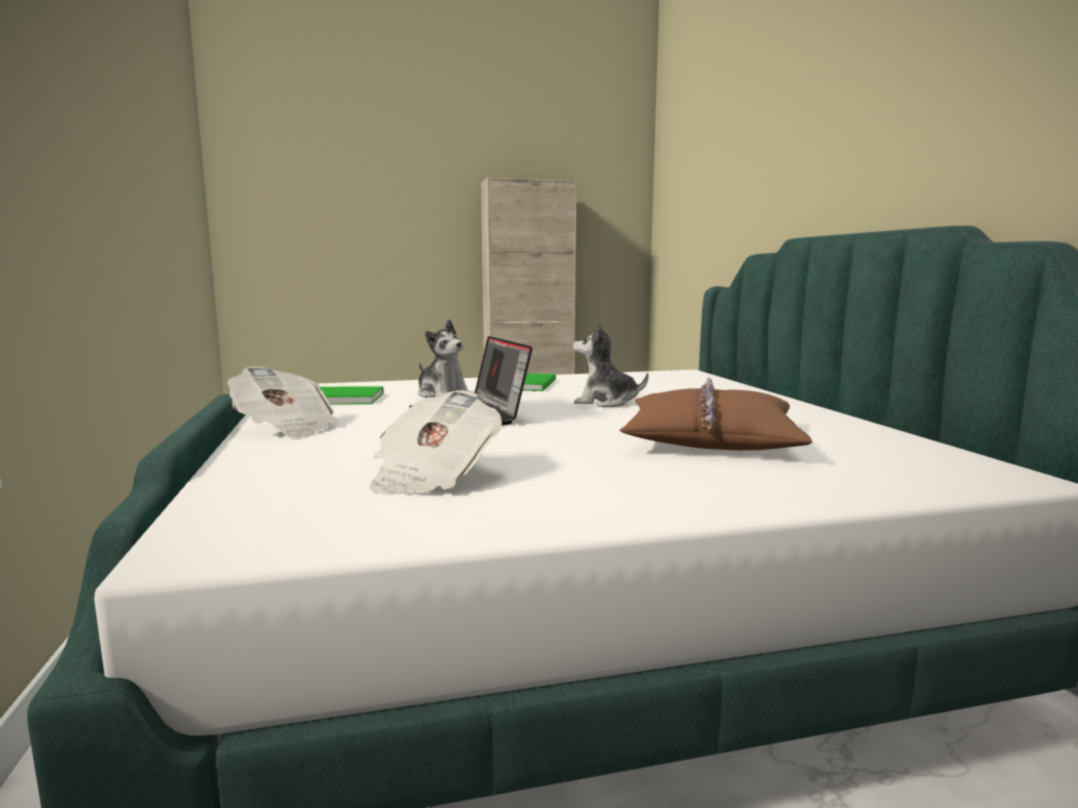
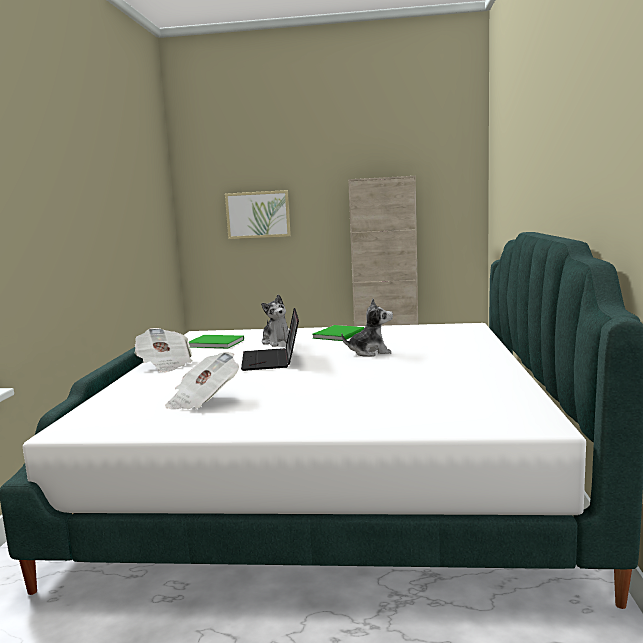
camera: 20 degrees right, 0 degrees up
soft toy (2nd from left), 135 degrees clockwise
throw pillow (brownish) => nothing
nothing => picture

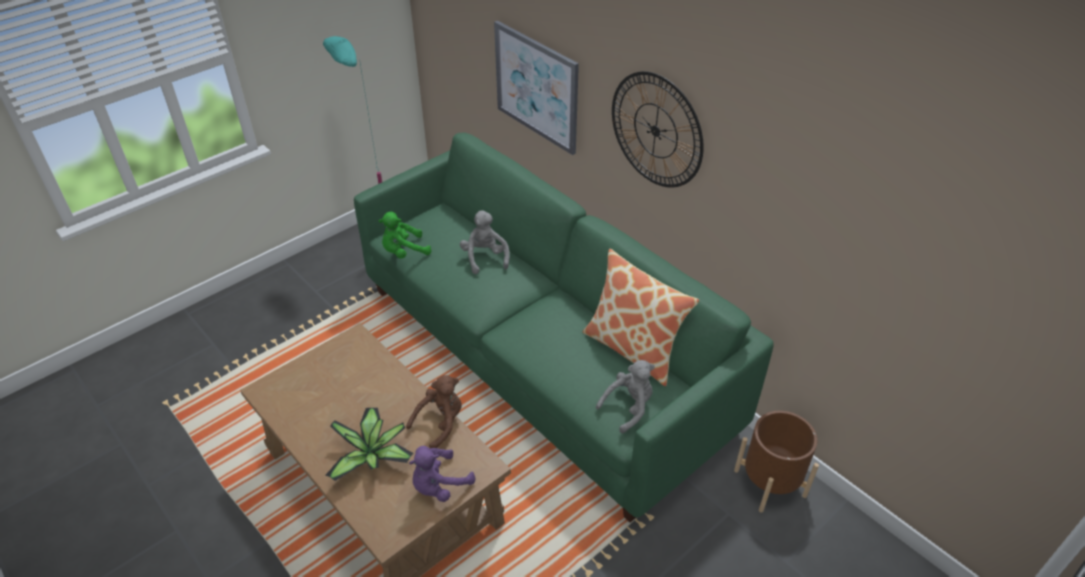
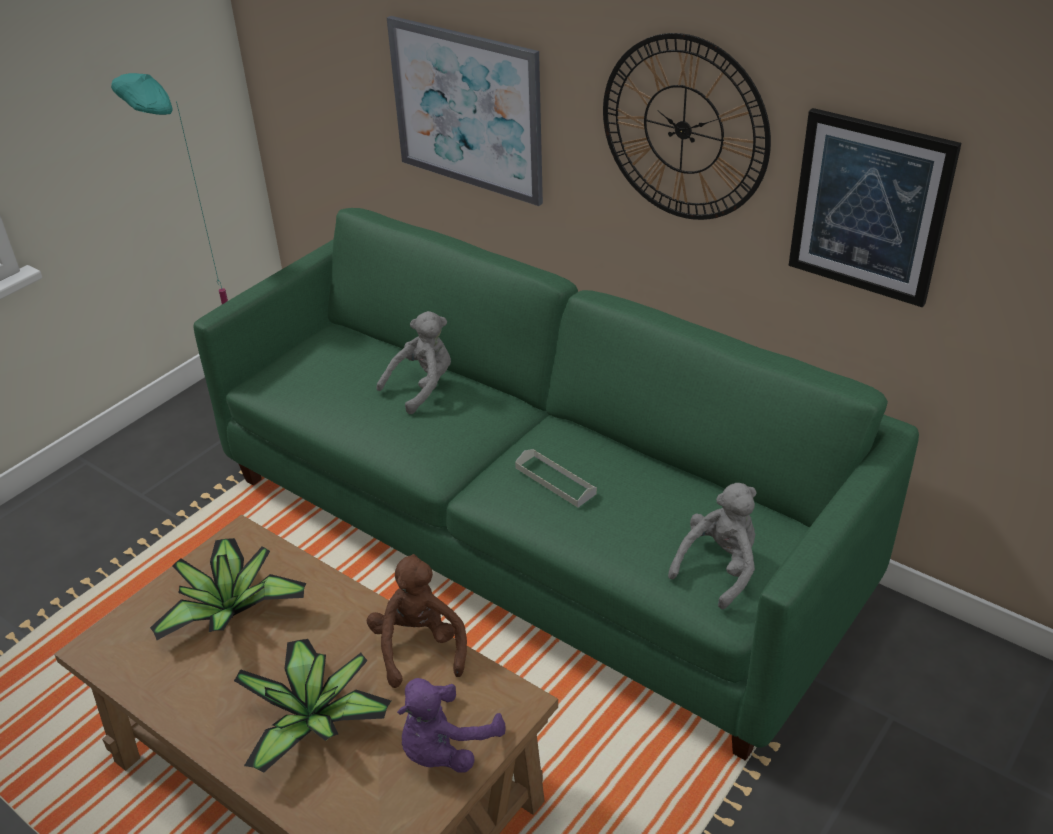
camera: 10 degrees left, 5 degrees down
soft toy (green-coloured) => nothing
soft toy (brownish), 45 degrees counterclockwise
soft toy (gray) (1st from left), 75 degrees clockwise
throw pillow => nothing
planter (brownish) => nothing
nothing => plant in a pot (1st from left)
nothing => tray (gray)
nothing => picture (2nd from left)

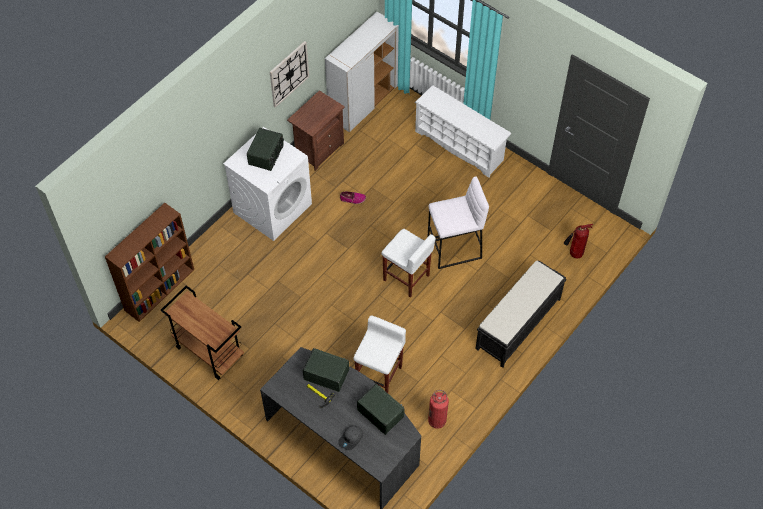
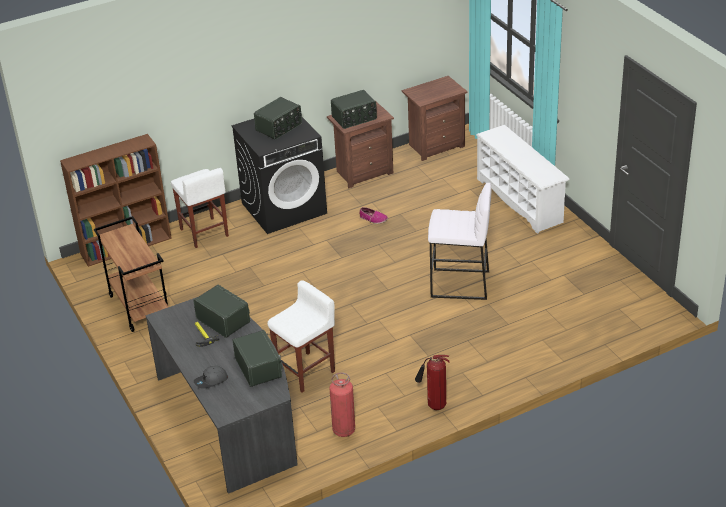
camera: 25 degrees right, 20 degrees down
laundry appliance (white-coloured) => laundry appliance (blackish)
wall clock => nothing
cupboard (white-coloured) => nightstand (brownish) (2nd from left)
stool seat (white-coloured) (2nd from left in the first image) => stool seat (white-coloured) (1st from left), move
long seat (blackish) => nothing
fire extinguisher (2nd from left), move
nothing => radio (4th from left)

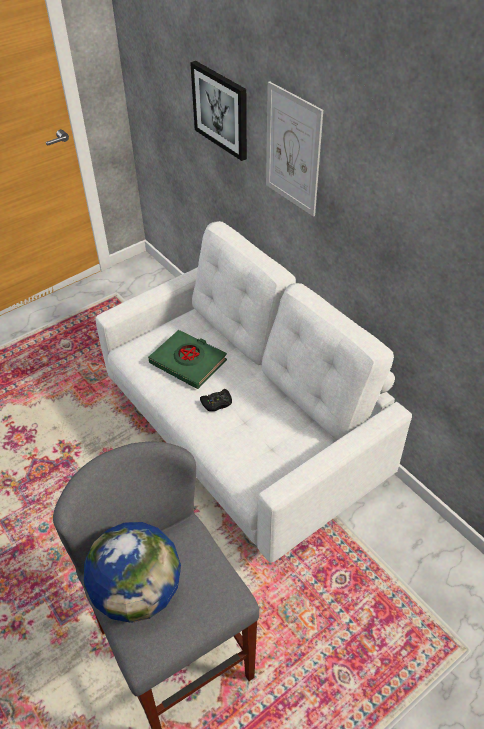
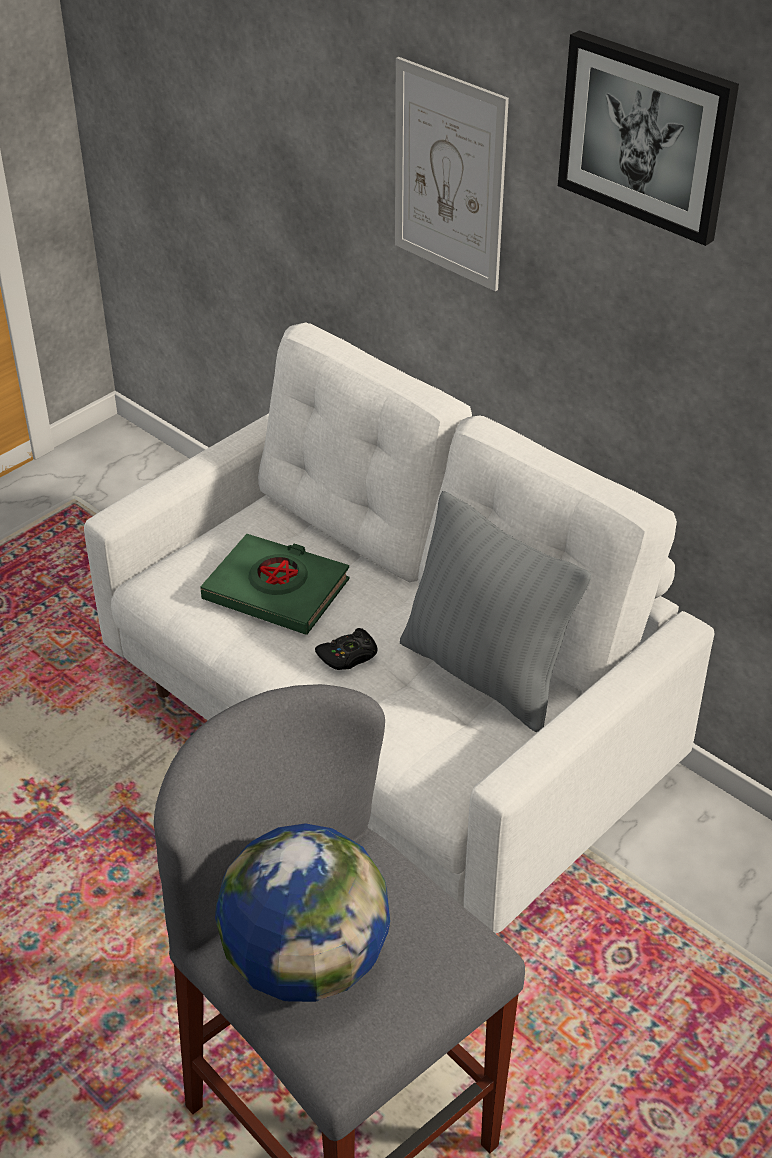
camera: 10 degrees left, 5 degrees down
picture (1st from left in the first image) => picture (2nd from left), move
nothing => throw pillow (gray)

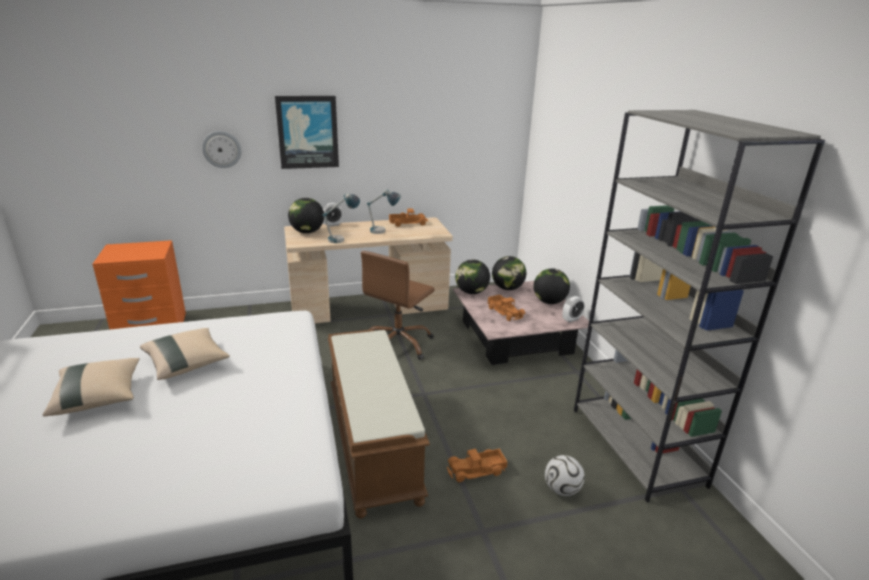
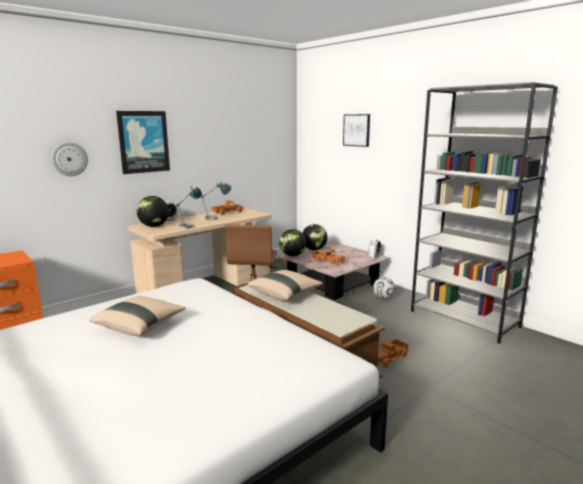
camera: 25 degrees left, 10 degrees down
throw pillow (beige) (1st from left in the first image) => throw pillow (beige) (2nd from left), move
desk globe (4th from left) => nothing
ball for football, move
nothing => picture (2nd from left)

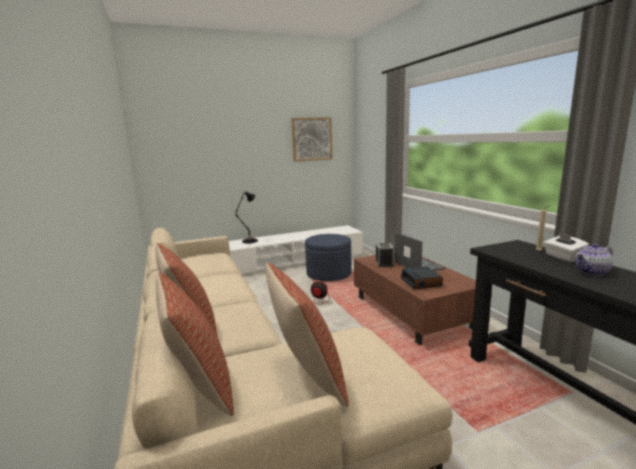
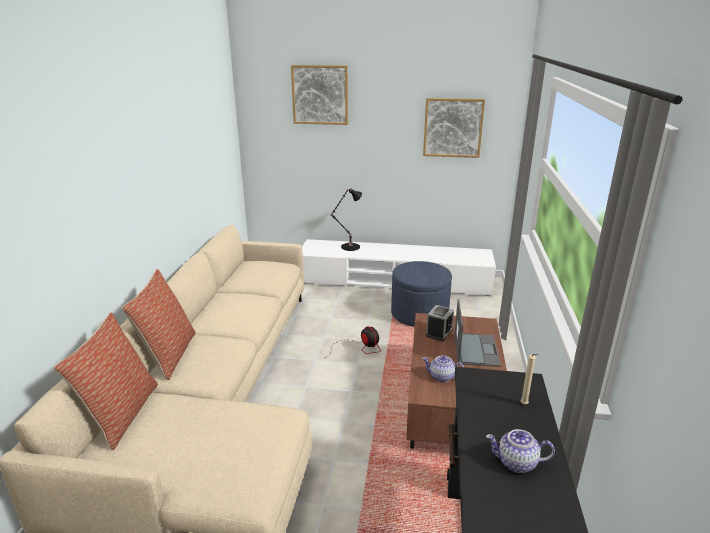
camera: 30 degrees right, 10 degrees up
throw pillow (3rd from left) => nothing
table clock (2nd from left) => pot for tea (1st from left)
box of tissues (white-coloured) => nothing
nothing => picture (1st from left)

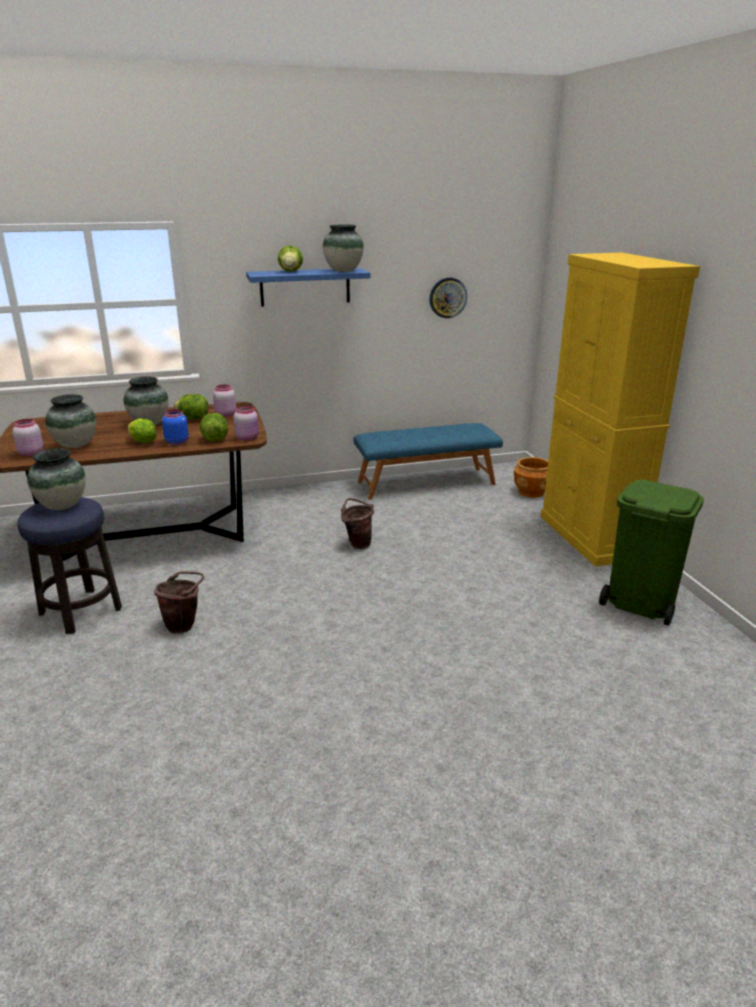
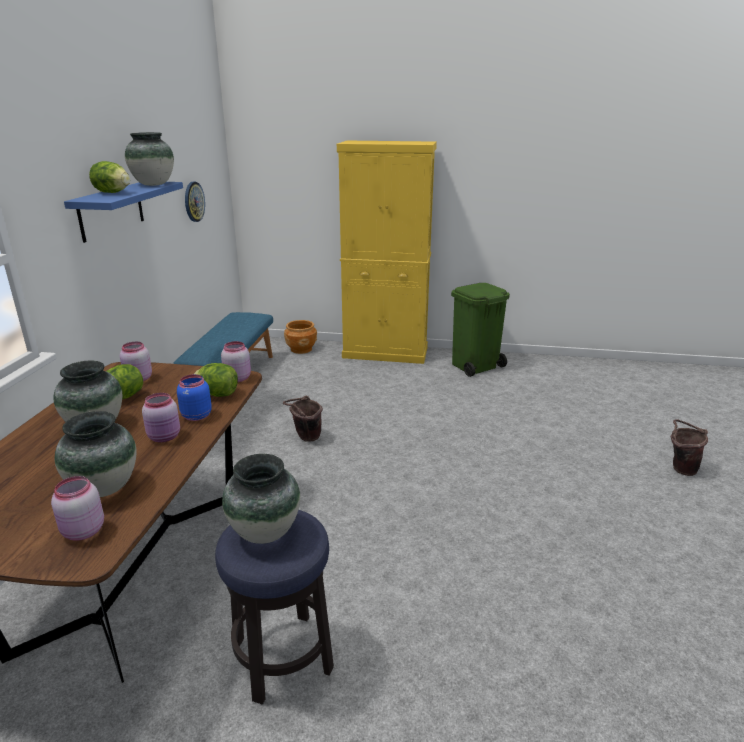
camera: 65 degrees left, 0 degrees up
lettuce head (1st from left) => jar (pink) (3rd from left)
bucket (brownish) (1st from left in the first image) => bucket (brownish) (2nd from left), move

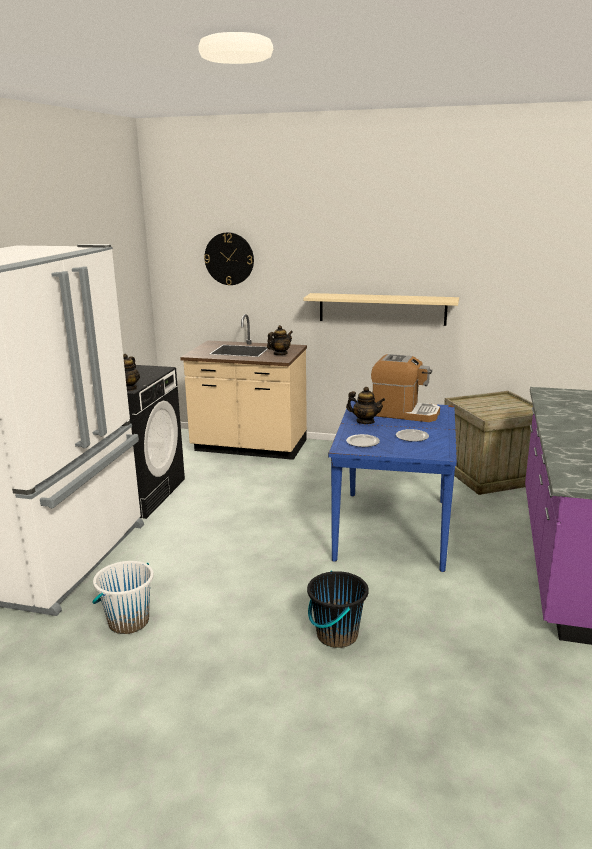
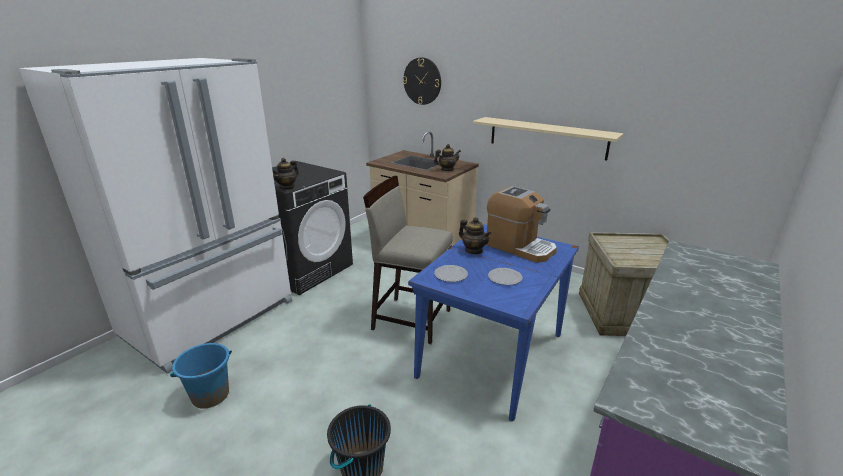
camera: 20 degrees right, 5 degrees up
bucket (white-coloured) => bucket (blue-coloured)
nothing => stool seat (beige)

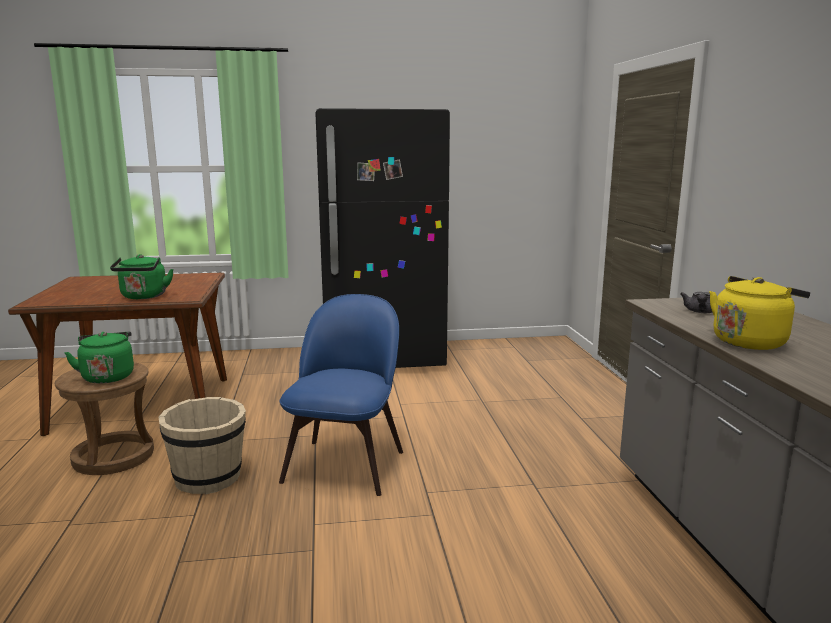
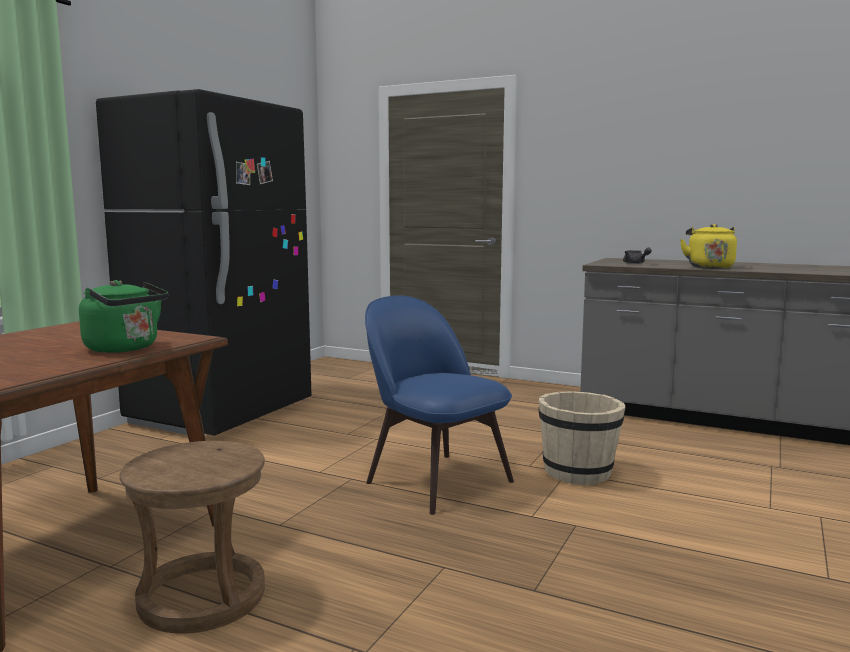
camera: 55 degrees left, 5 degrees down
water kettle (green-coloured) (1st from left) => nothing
bucket (beige), move

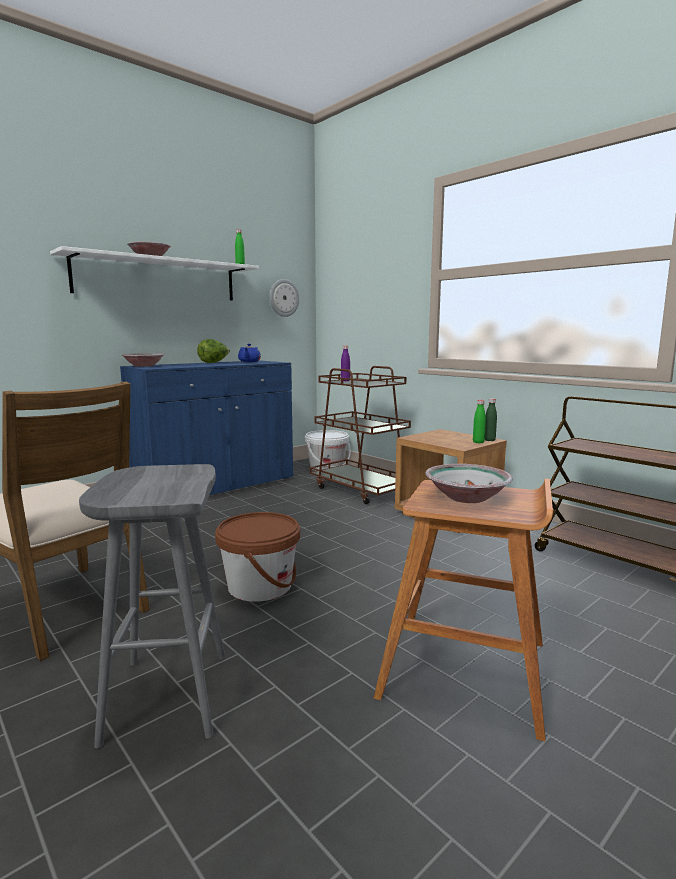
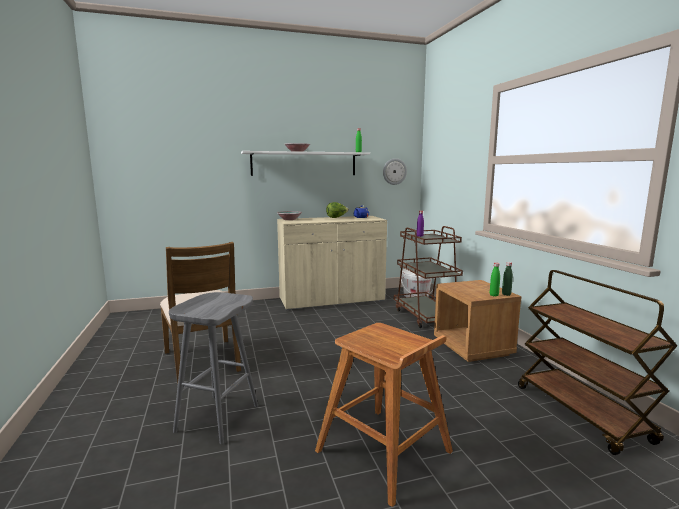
camera: 25 degrees right, 0 degrees up
cupboard (blue-coloured) => cupboard (beige)
bucket (brownish) => nothing
bowl (3rd from left) => nothing

